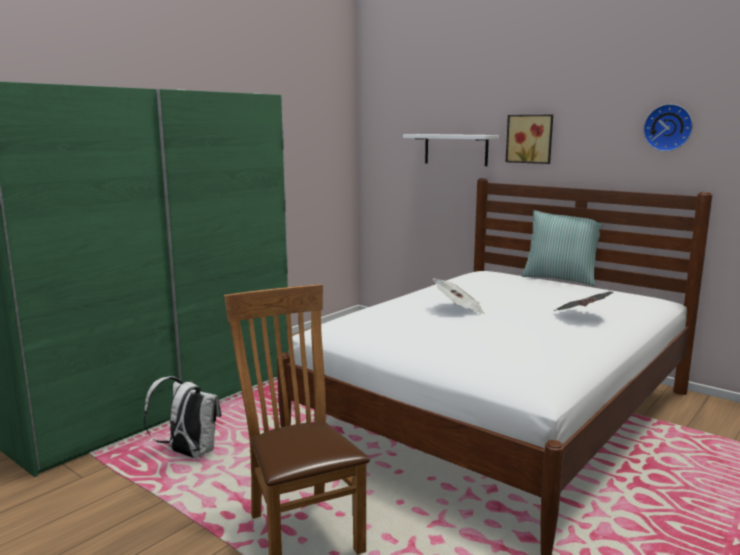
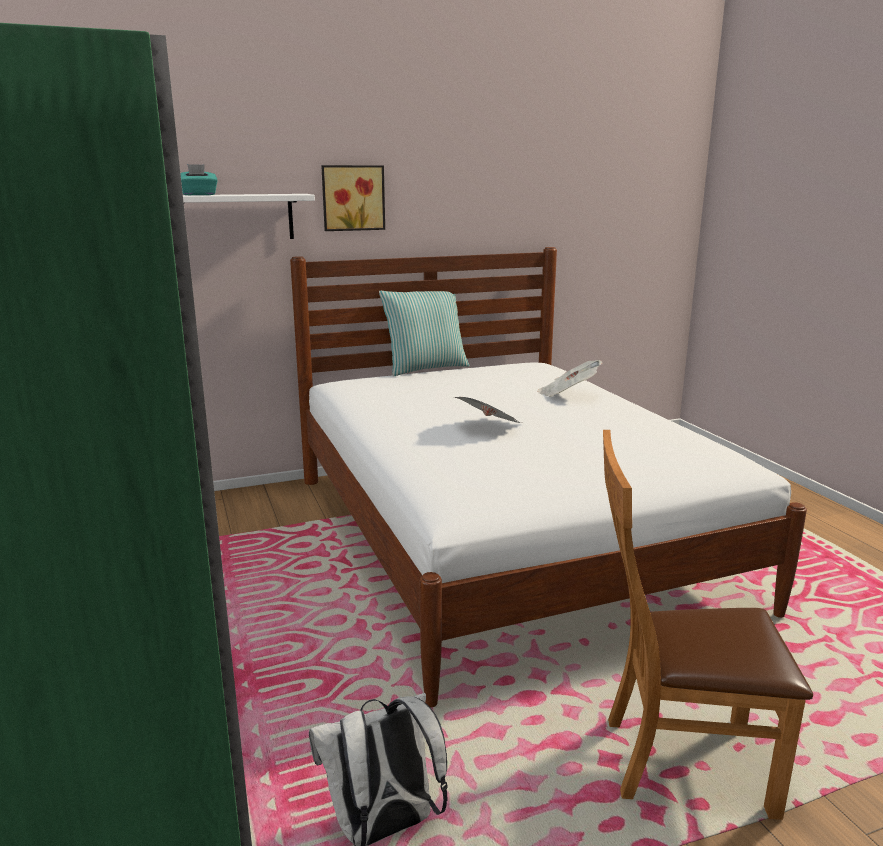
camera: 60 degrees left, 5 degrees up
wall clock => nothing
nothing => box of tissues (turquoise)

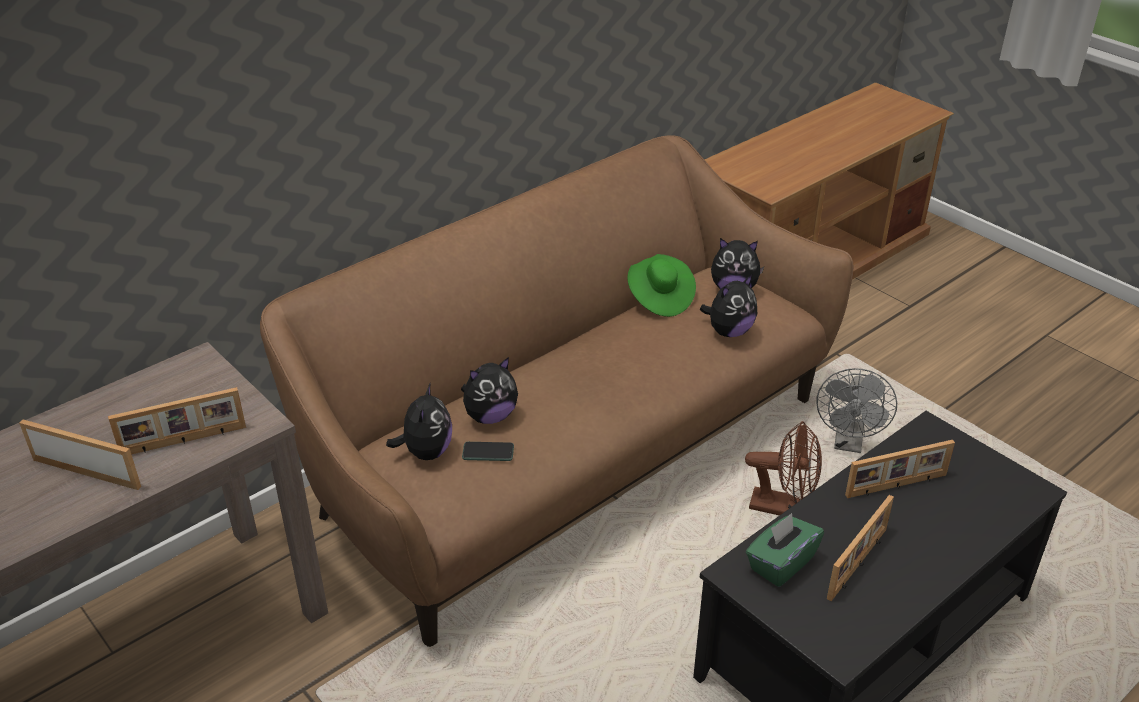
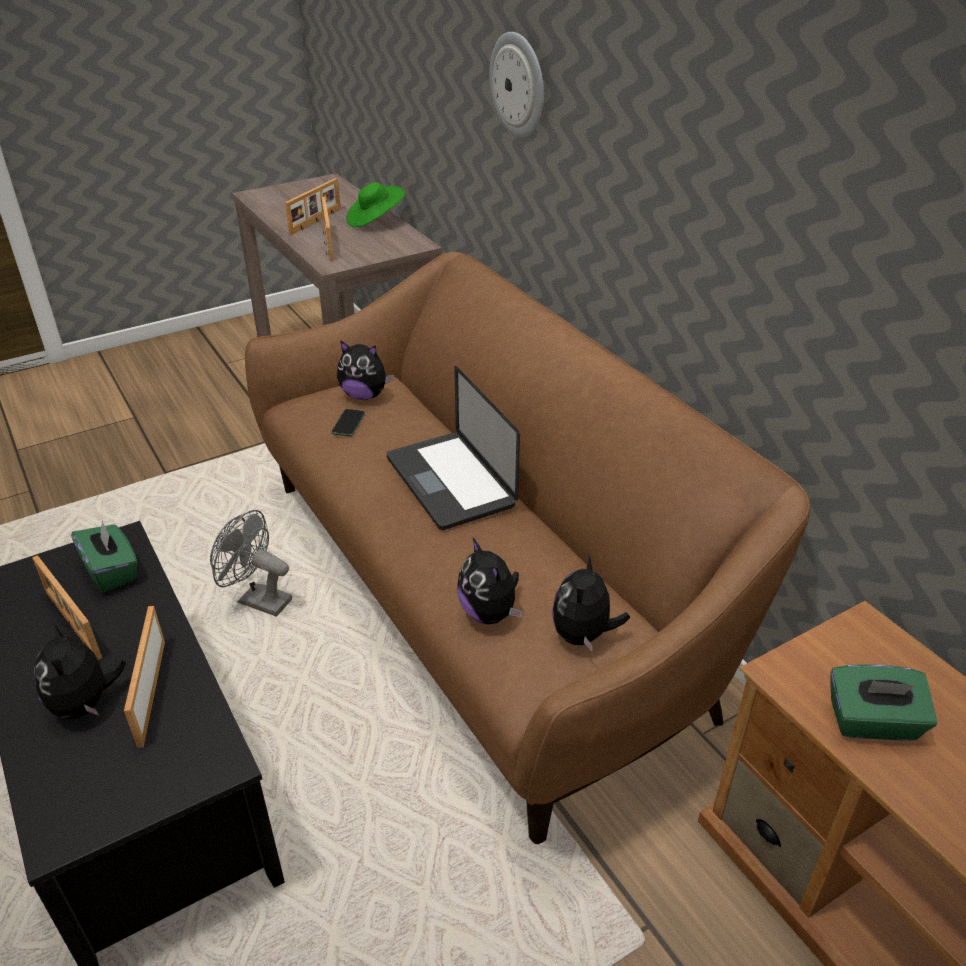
camera: 100 degrees right, 0 degrees up
soft toy (2nd from left in the first image) => soft toy (1st from left), move
clothing hat (green-coloured), move
fan (brownish) => nothing
fan (gray), move
nothing => notebook computer
nothing => wall clock
nothing => box of tissues (green-coloured) (2nd from left)

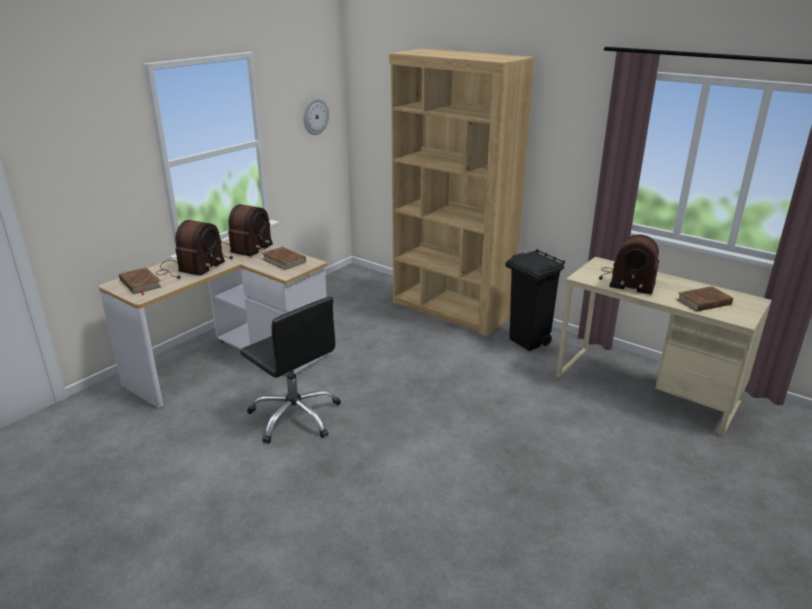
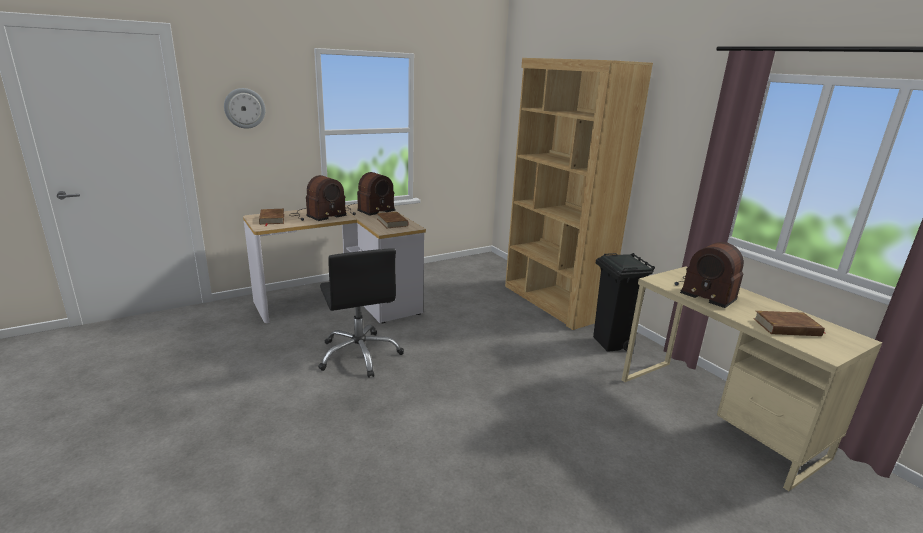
camera: 20 degrees right, 5 degrees down
wall clock, move

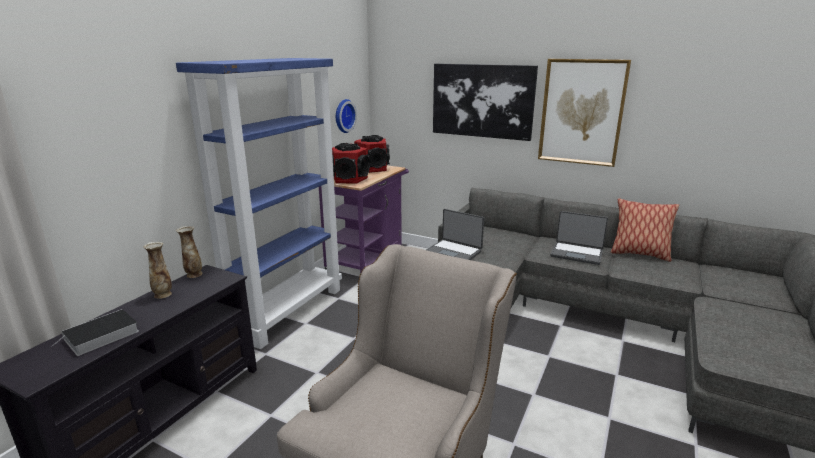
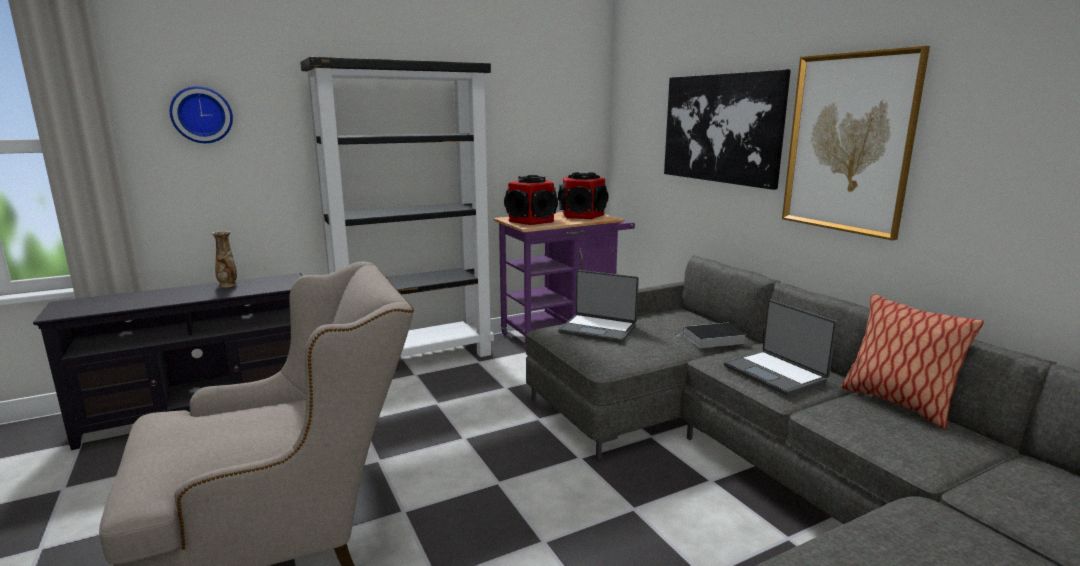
camera: 35 degrees right, 5 degrees down
volume, move
bookshelf (blue-coloured) => bookshelf (blackish)
flower vase (2nd from left) => nothing
wall clock, move
notebook computer (1st from left), 45 degrees counterclockwise

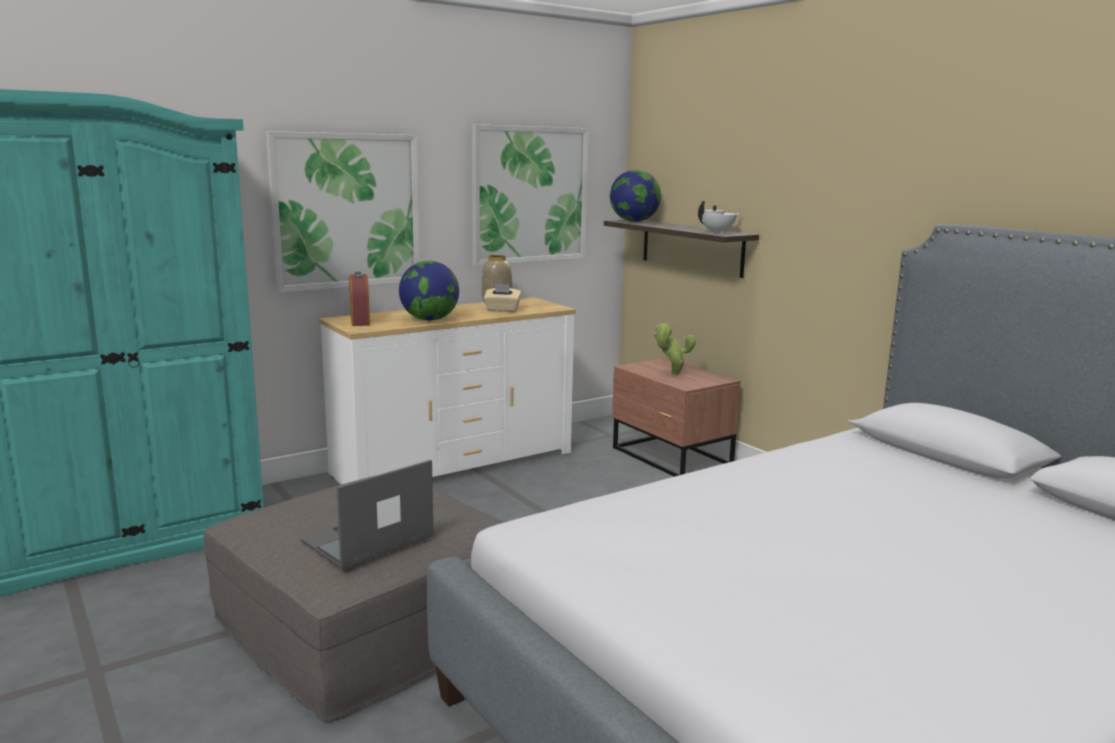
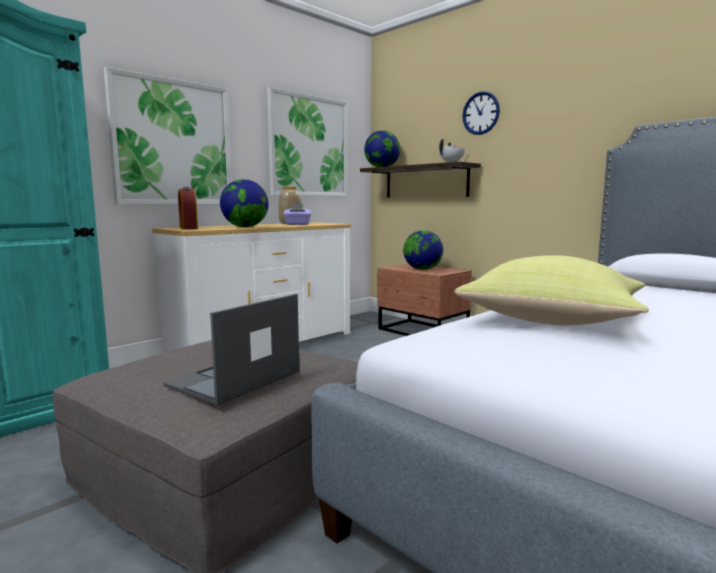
camera: 10 degrees left, 5 degrees down
box of tissues (beige) => box of tissues (purple)
plant in a pot => desk globe (3rd from left)
nothing => throw pillow (yellow-coloured)
nothing => wall clock

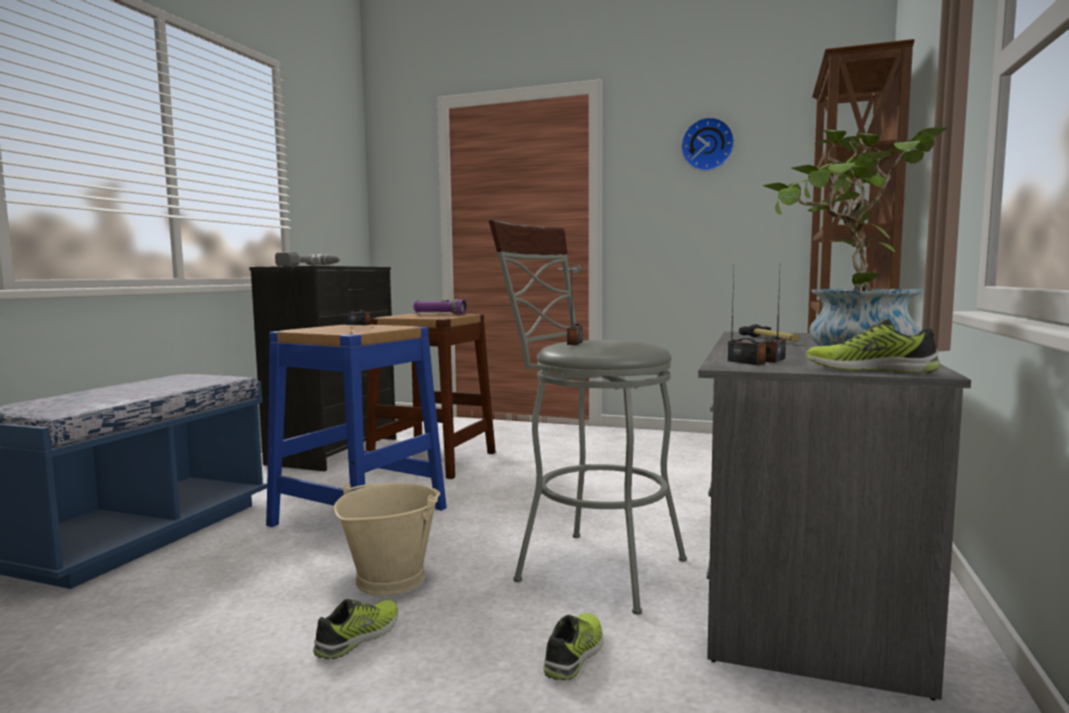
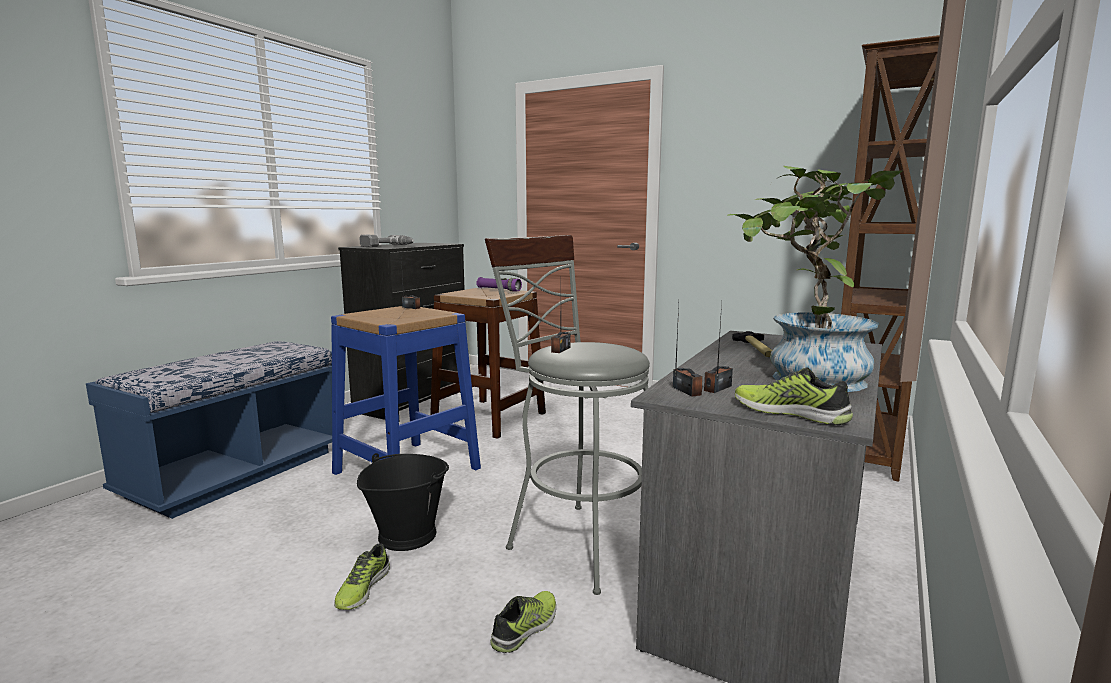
camera: 10 degrees right, 5 degrees up
low shoe (1st from left), 150 degrees clockwise
bucket (beige) => bucket (blackish)
wall clock => nothing

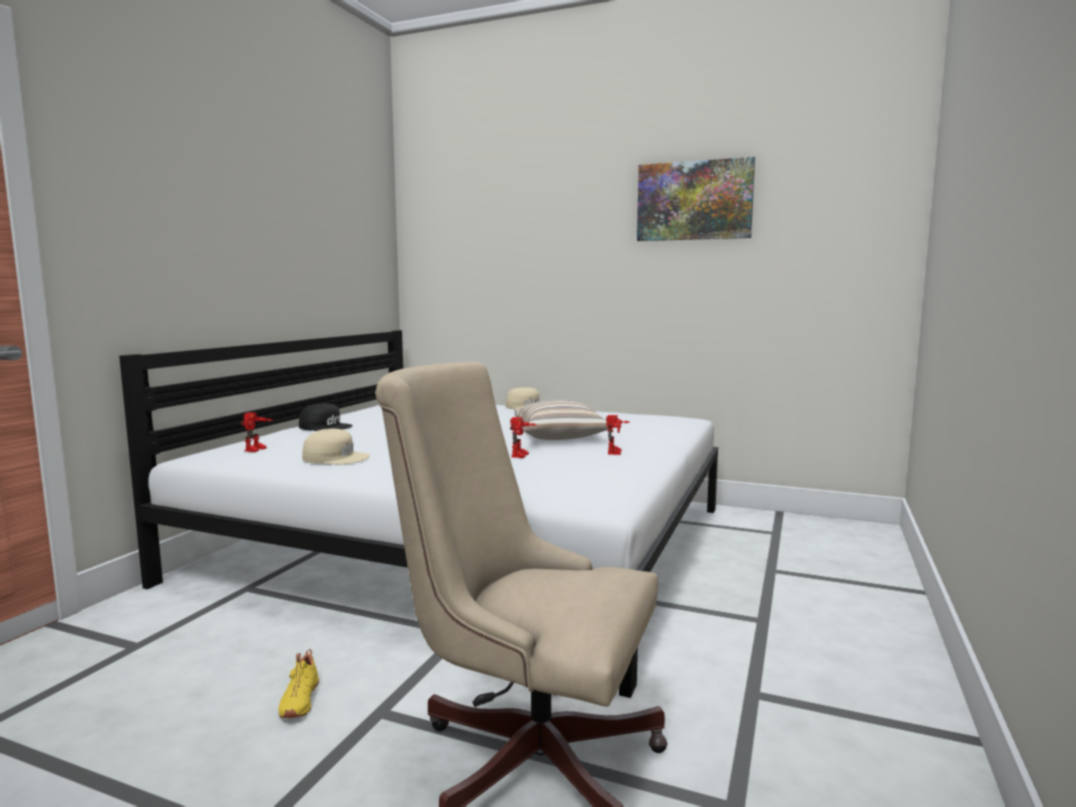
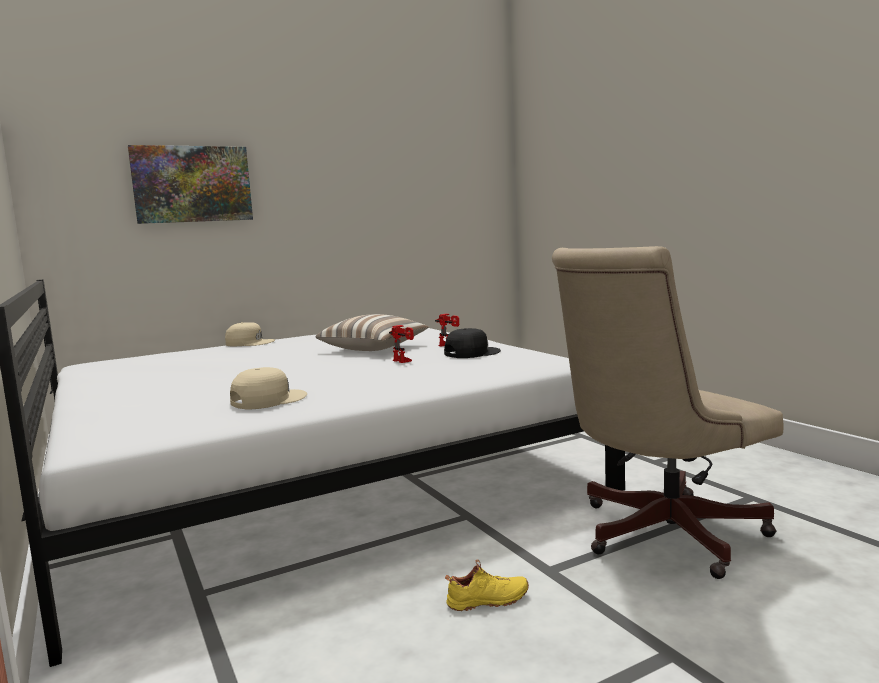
camera: 50 degrees left, 0 degrees up
robot figure (1st from left) => nothing
low shoe (yellow-coloured), 45 degrees counterclockwise
peaked cap (blackish), move
picture, move

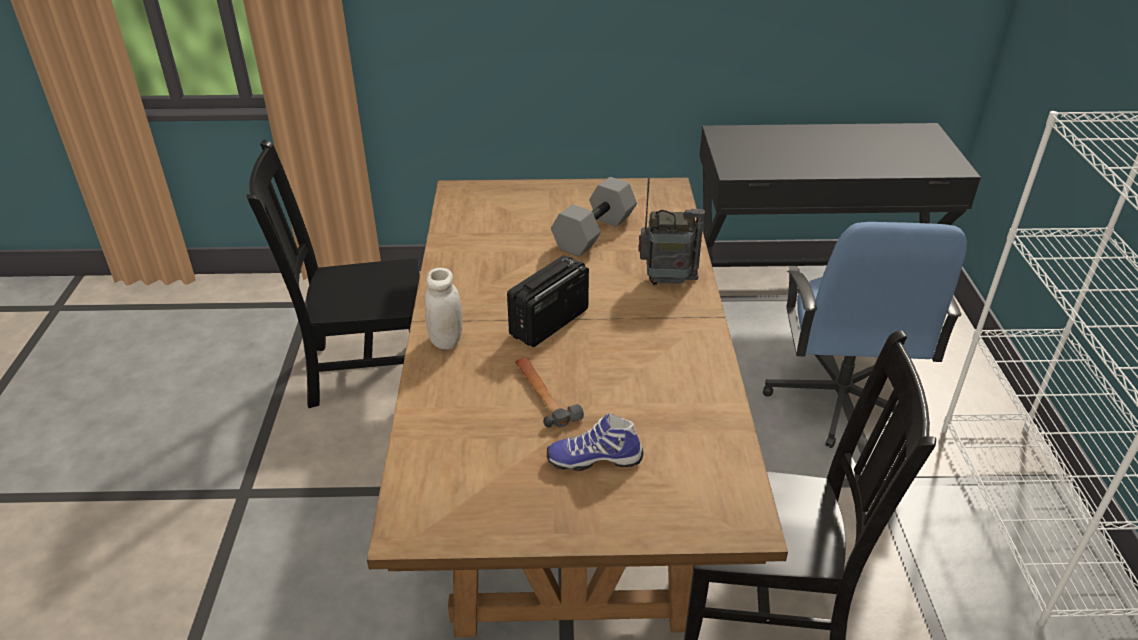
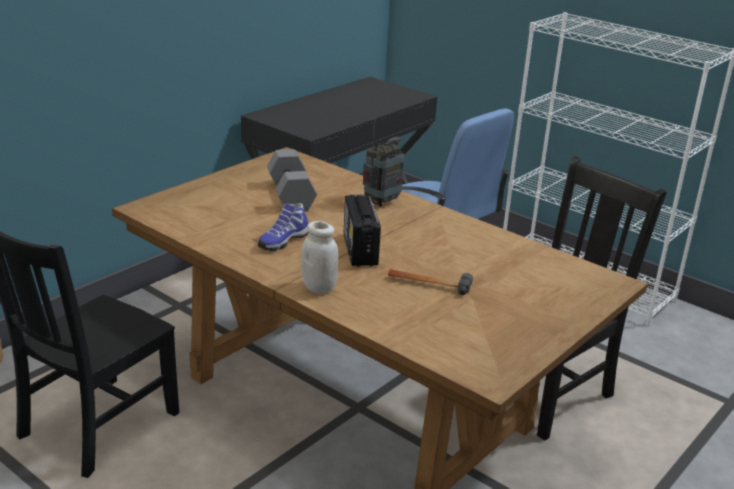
camera: 50 degrees left, 10 degrees down
low shoe, move

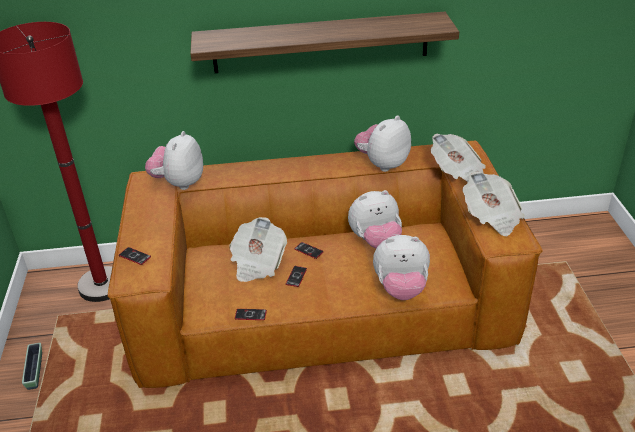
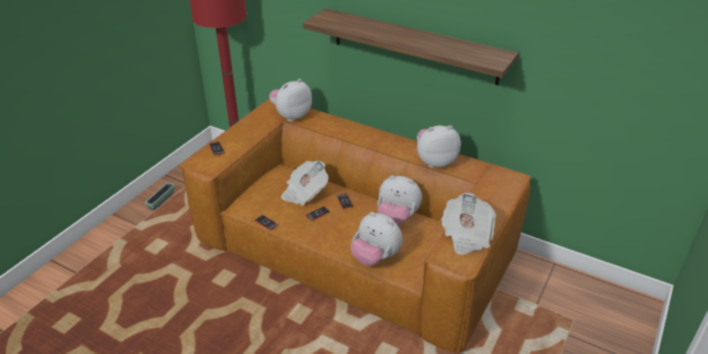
camera: 35 degrees right, 0 degrees up
newspaper (2nd from left) => nothing

